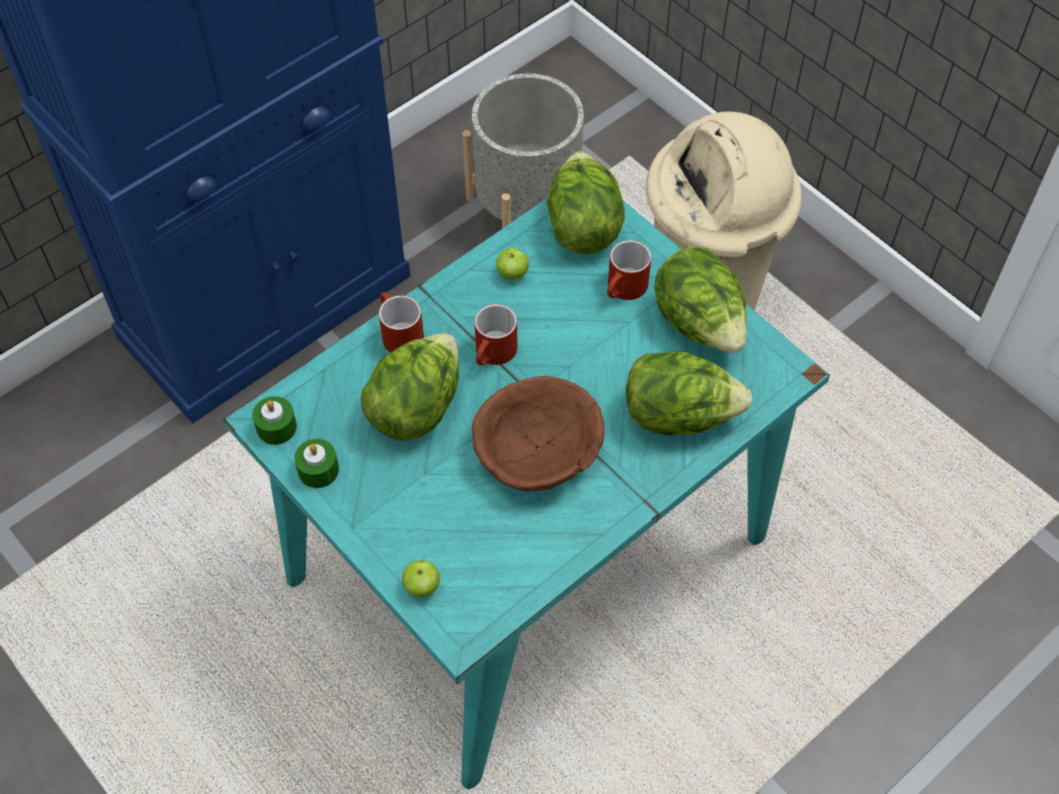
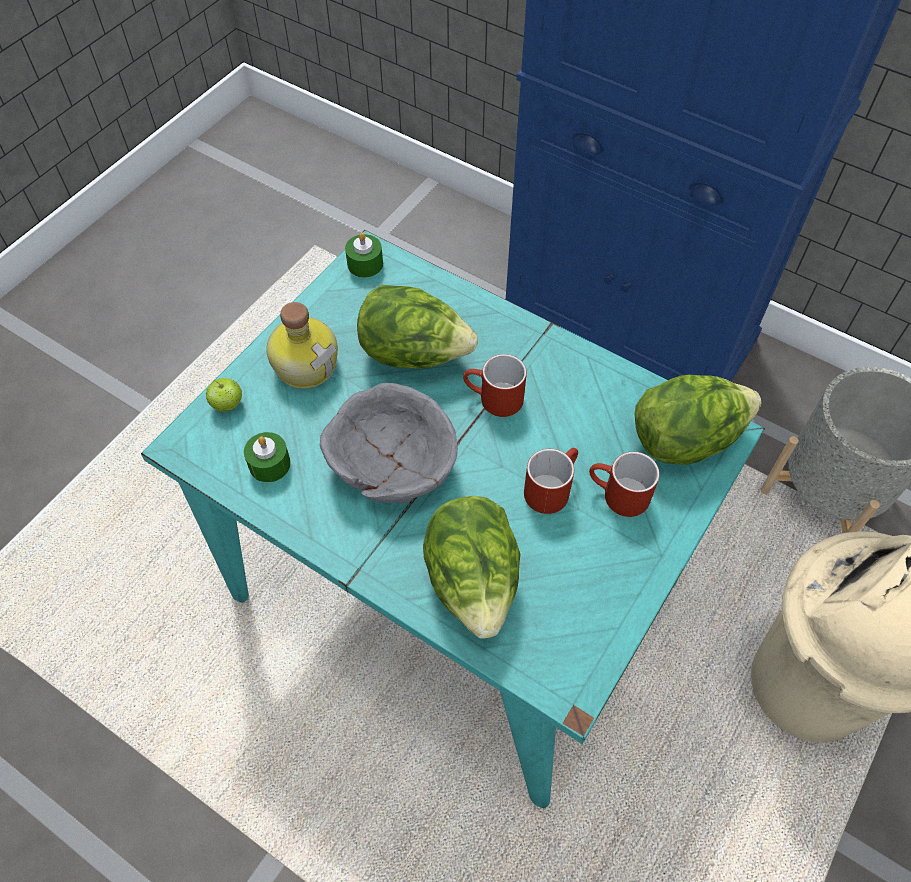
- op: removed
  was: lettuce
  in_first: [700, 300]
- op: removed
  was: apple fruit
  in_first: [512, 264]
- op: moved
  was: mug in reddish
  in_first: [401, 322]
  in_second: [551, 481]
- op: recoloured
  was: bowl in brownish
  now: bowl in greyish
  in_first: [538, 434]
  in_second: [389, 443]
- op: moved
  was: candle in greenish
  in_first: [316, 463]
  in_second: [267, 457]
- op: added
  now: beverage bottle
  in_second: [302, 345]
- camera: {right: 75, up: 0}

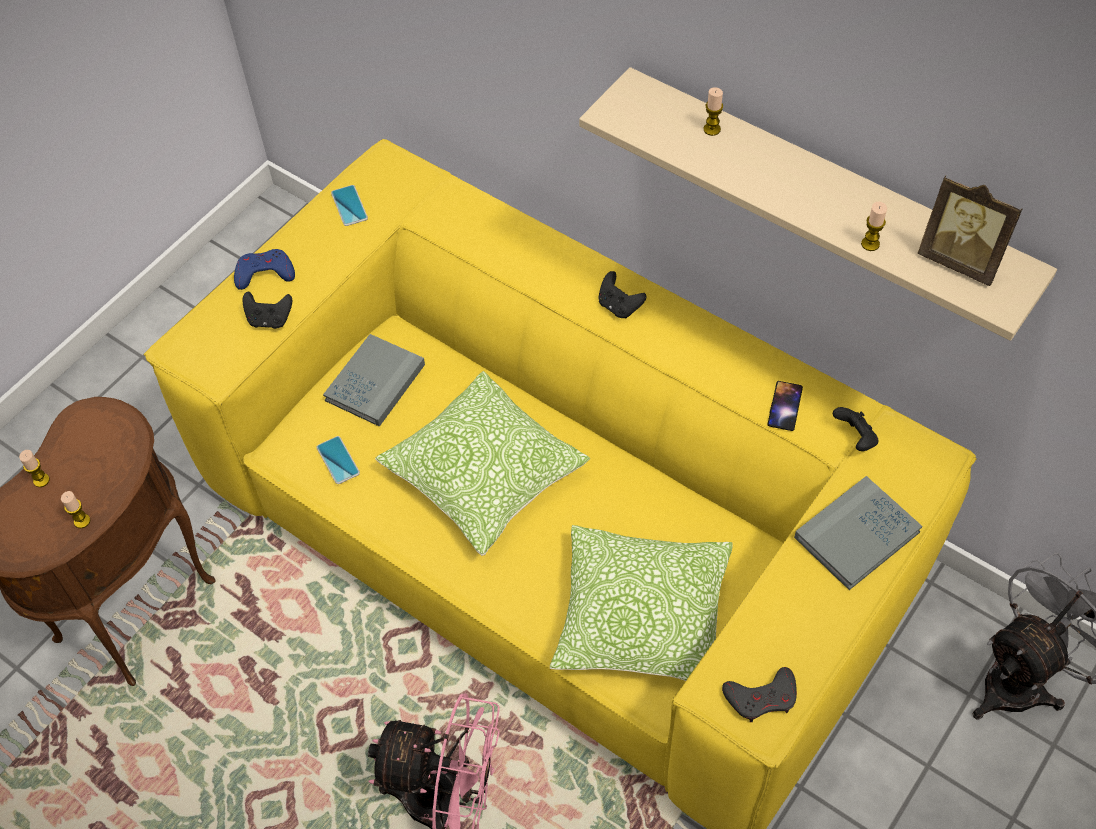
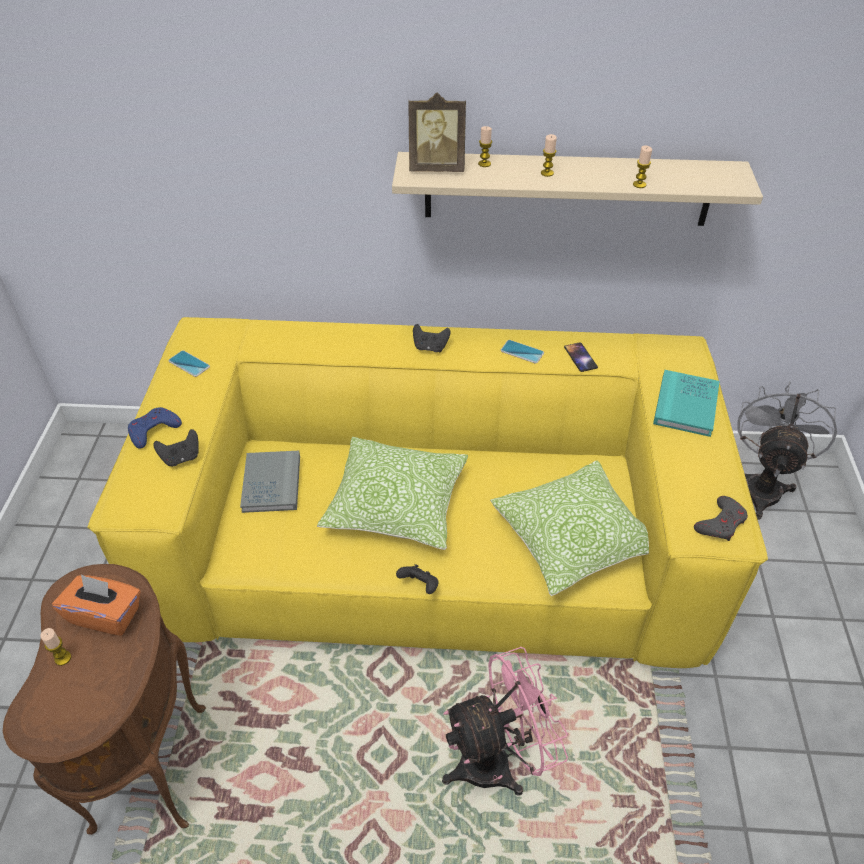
- op: moved
  was: photo frame
  in_first: [970, 231]
  in_second: [437, 132]
- op: moved
  was: joypad in blackish
  in_first: [855, 429]
  in_second: [417, 579]
- op: moved
  was: phone
  in_first: [338, 460]
  in_second: [522, 351]
- op: recoloured
  was: volume in greyish
  now: volume in turquoise
  in_first: [858, 533]
  in_second: [686, 403]
- op: moved
  was: candle
  in_first: [75, 509]
  in_second: [549, 155]
- op: added
  now: box of tissues in orange
  in_second: [96, 605]
- camera: {right: -35, up: -10}

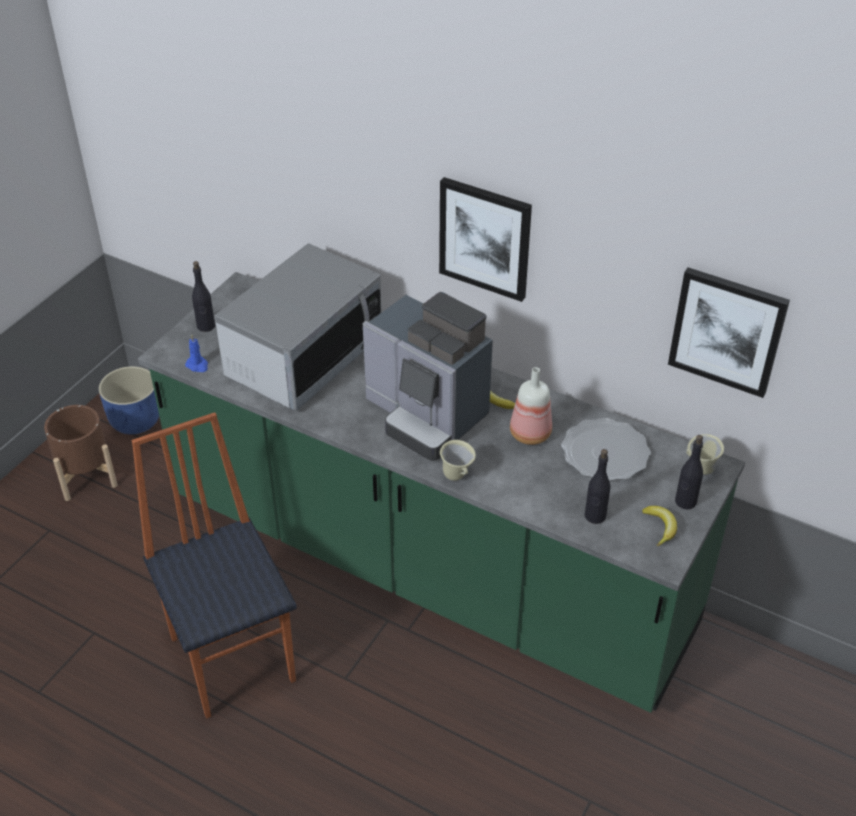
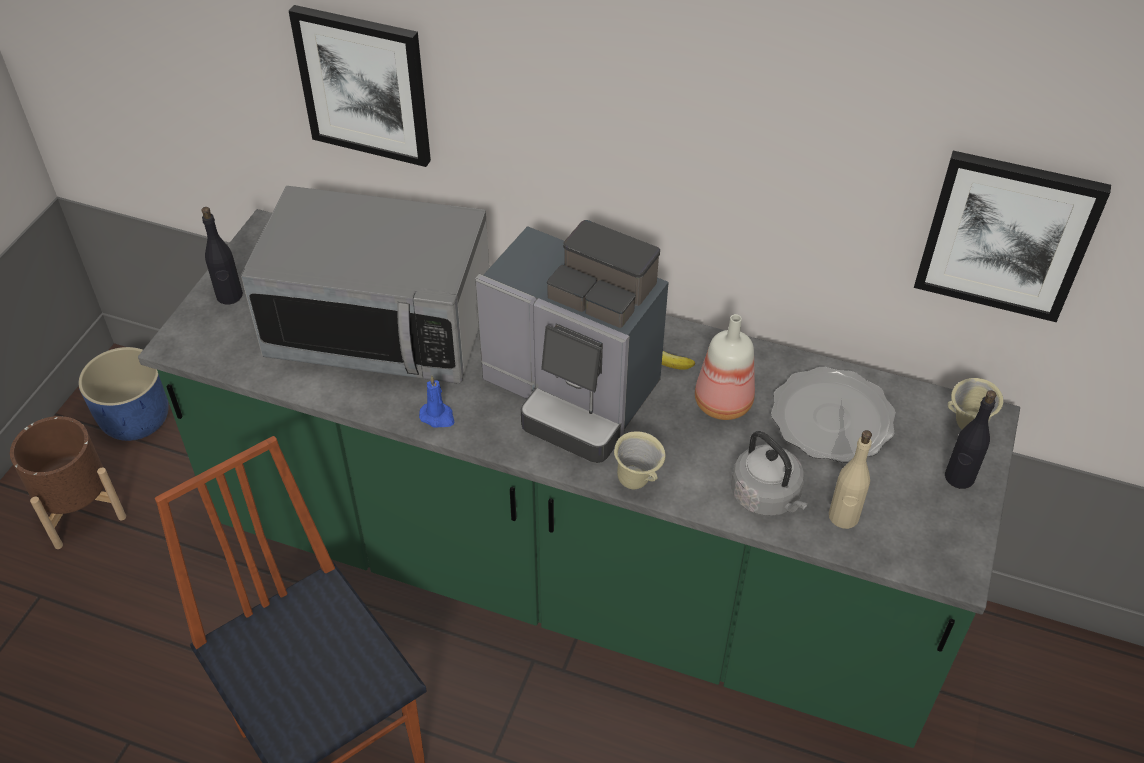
- op: moved
  was: wall art
  in_first: [485, 239]
  in_second: [360, 86]
- op: turned
  was: microwave oven
  in_first: [298, 327]
  in_second: [365, 285]
  clockwise: 75
- op: moved
  was: candle in bluish
  in_first: [196, 353]
  in_second: [436, 402]
- op: recoloured
  was: beverage bottle in blackish
  now: beverage bottle in sand-coloured
  in_first: [598, 486]
  in_second: [850, 479]
- op: removed
  was: whole banana
  in_first: [659, 526]
- op: added
  now: water kettle in greyish
  in_second: [769, 474]
- camera: {right: -10, up: 5}

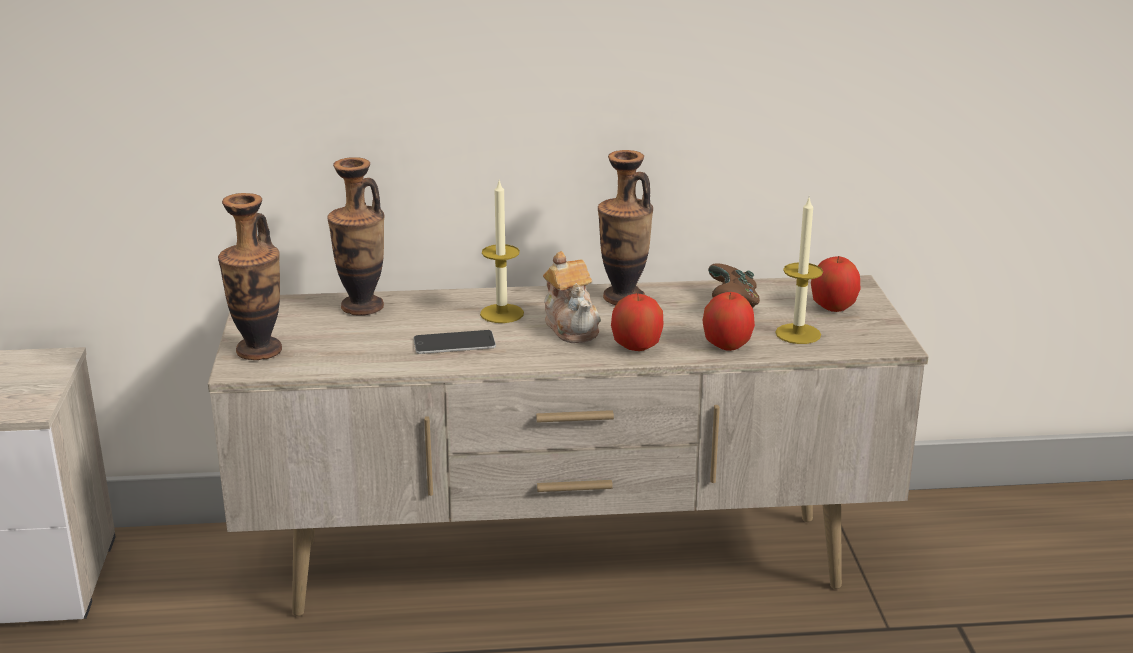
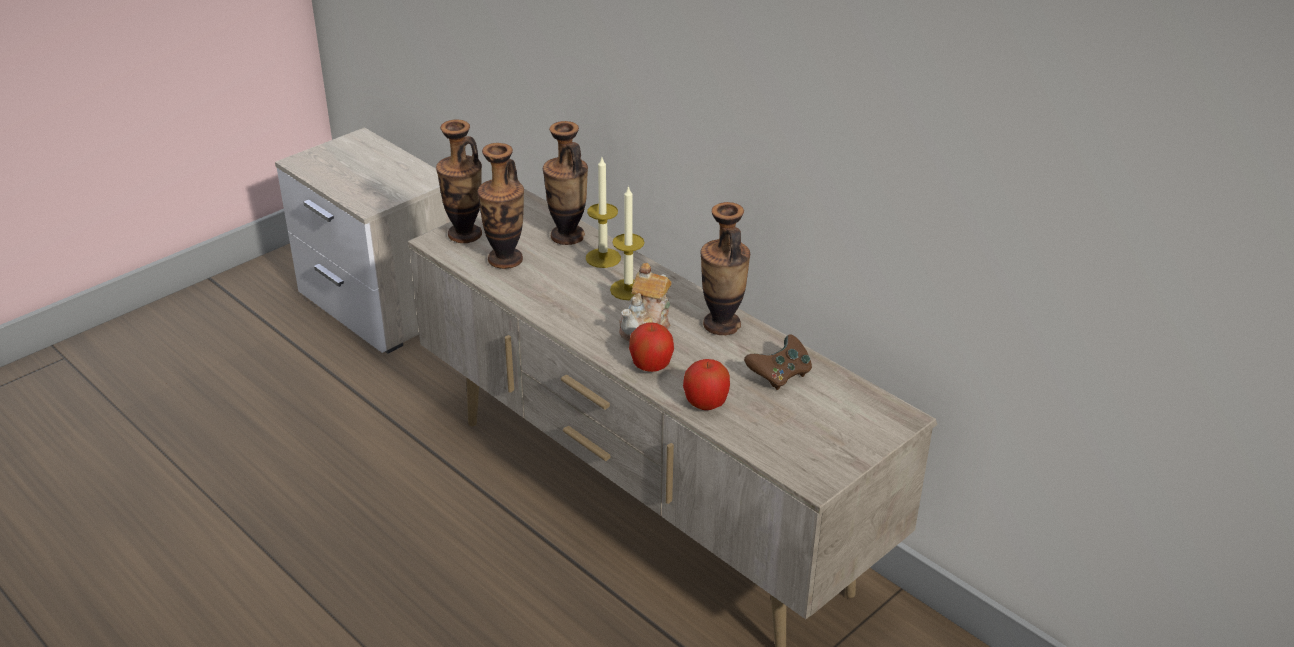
- op: moved
  was: candle
  in_first: [799, 271]
  in_second: [603, 212]
- op: removed
  was: apple fruit
  in_first: [835, 284]
- op: removed
  was: phone
  in_first: [454, 342]
- op: added
  now: decorative vase
  in_second: [500, 206]
- camera: {right: 50, up: 10}

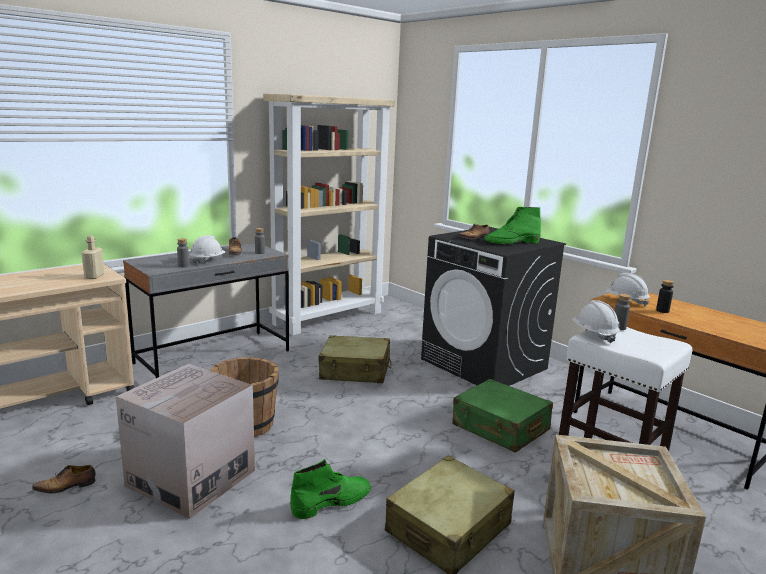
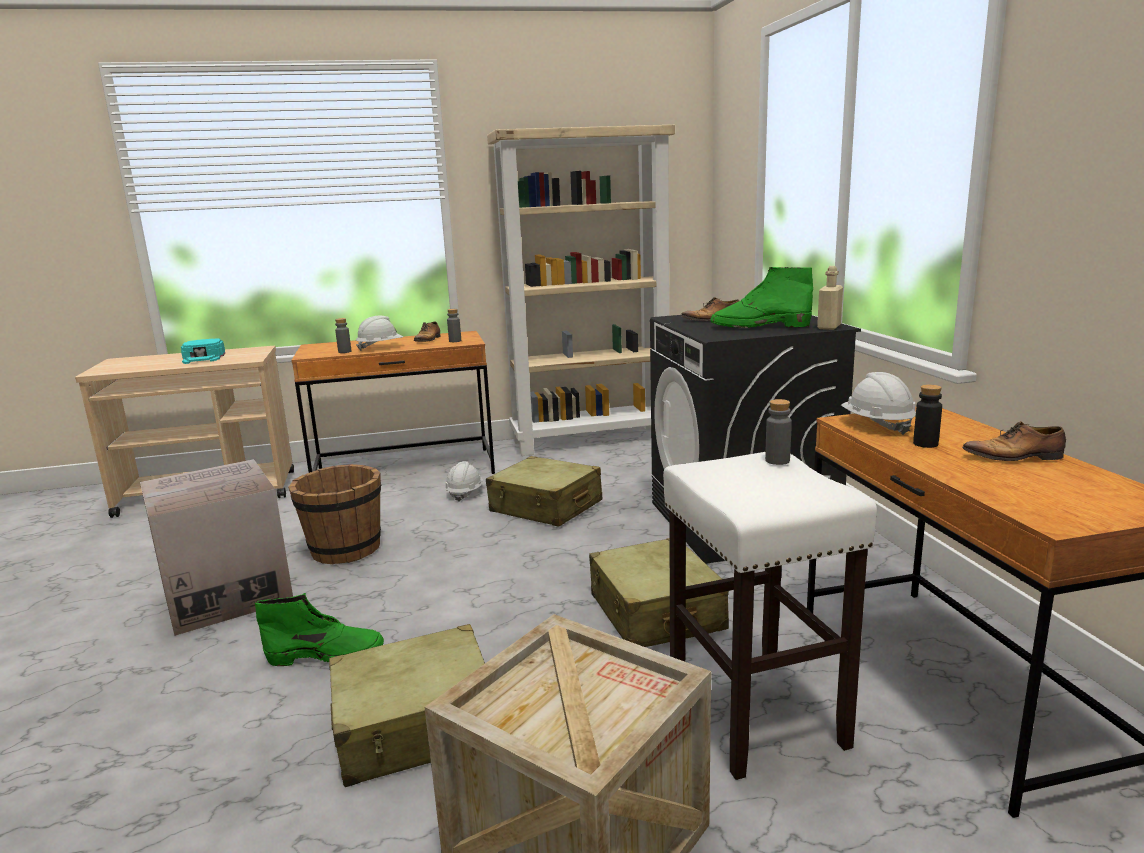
- op: moved
  was: beverage bottle in sand-coloured
  in_first: [92, 257]
  in_second: [830, 298]
- op: recoloured
  was: desk in greyish
  now: desk in brownish
  in_first: [206, 310]
  in_second: [393, 402]
- op: moved
  was: safety helmet in white
  in_first: [595, 321]
  in_second: [464, 481]
- op: recoloured
  was: travel case in greenish
  now: travel case in sand-coloured
  in_first: [503, 416]
  in_second: [659, 592]
- op: moved
  was: item of footwear
  in_first: [64, 479]
  in_second: [1014, 441]
- op: added
  now: peaked cap in turquoise
  in_second: [203, 351]
- camera: {right: 30, up: 0}

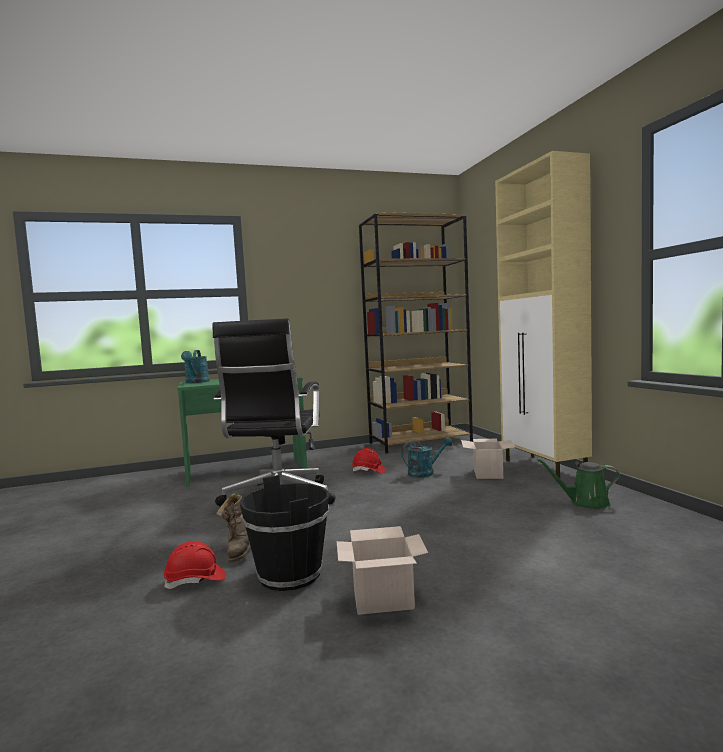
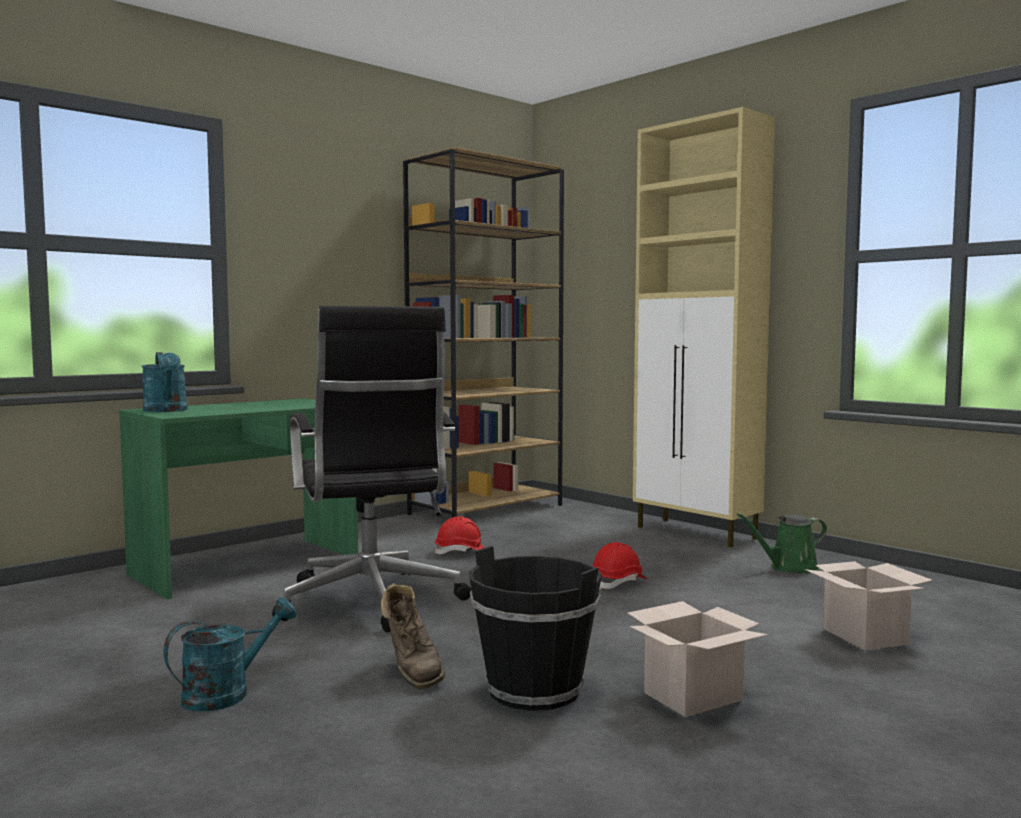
- op: moved
  was: watering can in turquoise
  in_first: [427, 457]
  in_second: [230, 654]
- op: moved
  was: cardboard box
  in_first: [488, 459]
  in_second: [869, 605]
- op: moved
  was: safety helmet in reddish
  in_first: [195, 565]
  in_second: [619, 566]
- camera: {right: -25, up: 0}

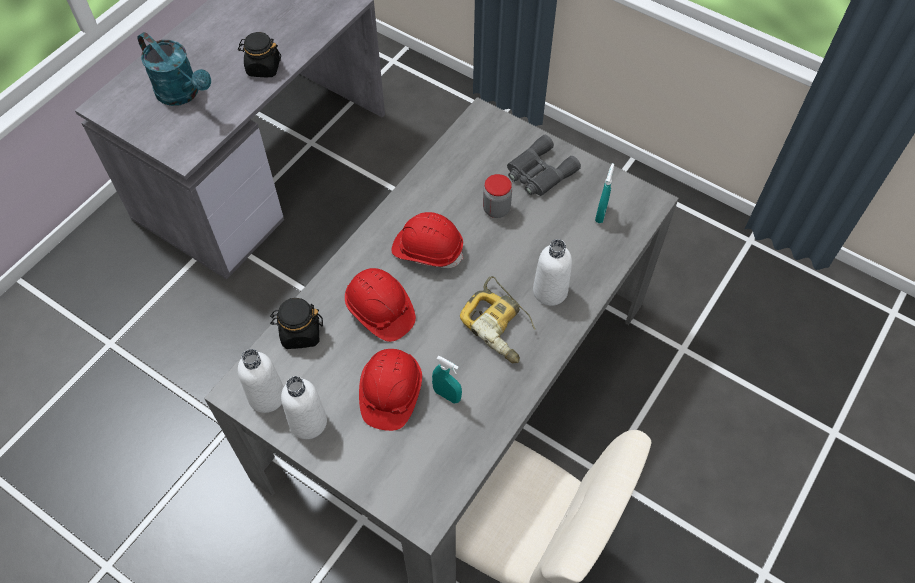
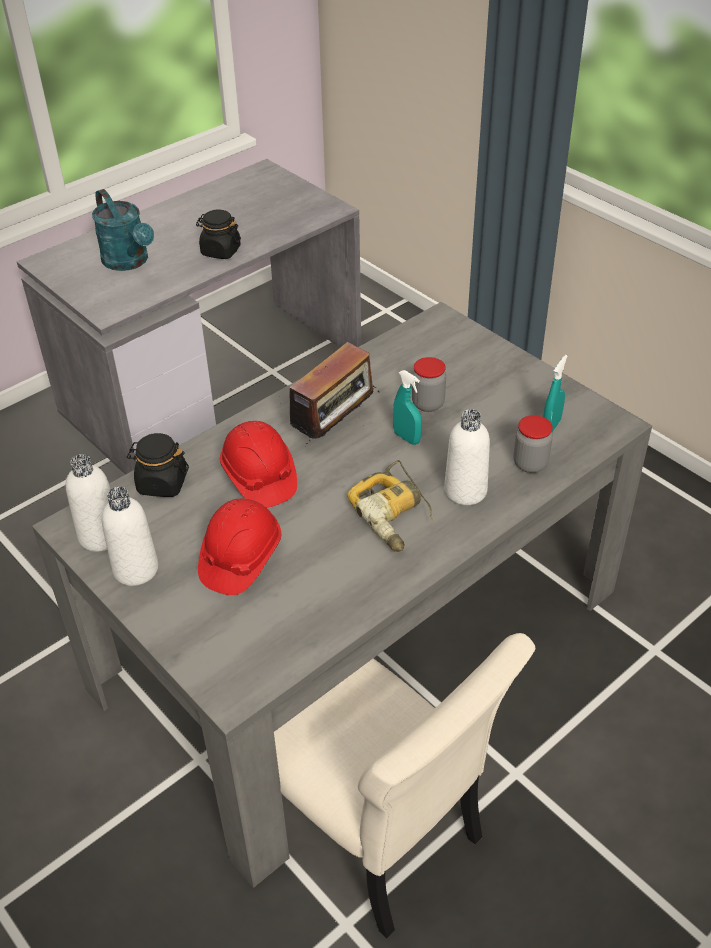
- op: removed
  was: binoculars in greyish
  in_first: [544, 165]
- op: replaced
  was: safety helmet in reddish
  now: radio receiver
  in_first: [427, 240]
  in_second: [329, 394]
- op: moved
  was: hand sprayer in turquoise
  in_first: [447, 380]
  in_second: [407, 407]
- op: added
  now: preserve jar
  in_second: [533, 444]
- camera: {right: 15, up: -15}

